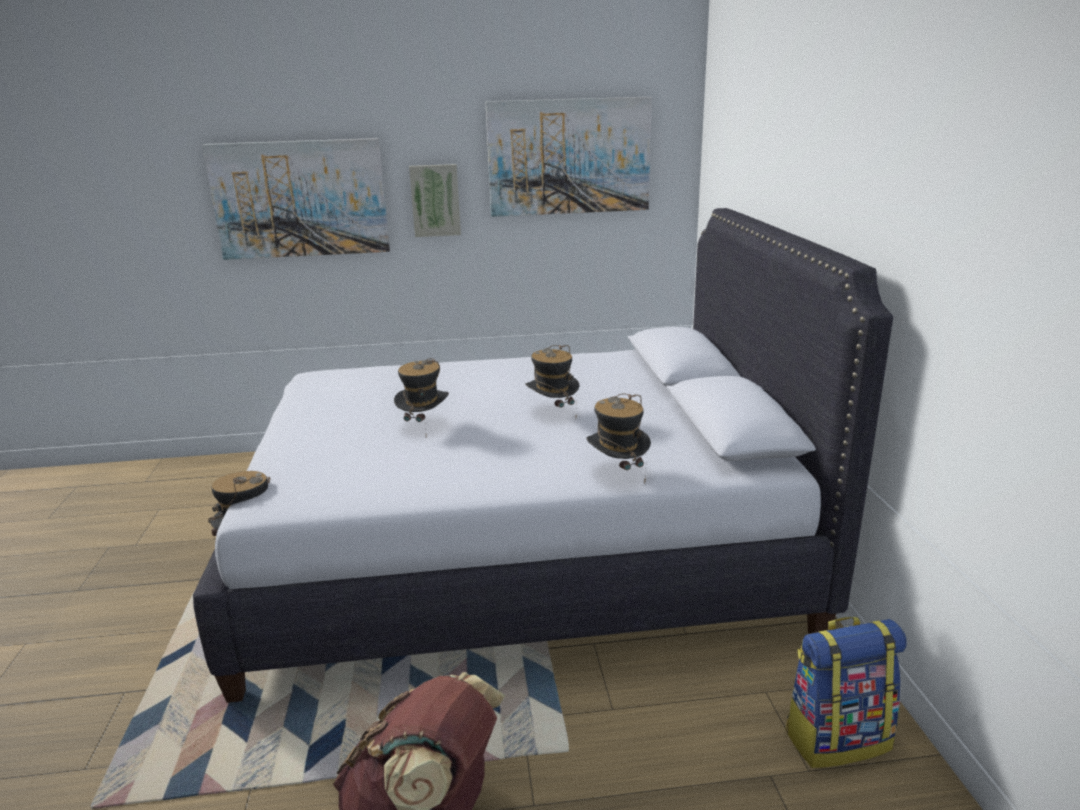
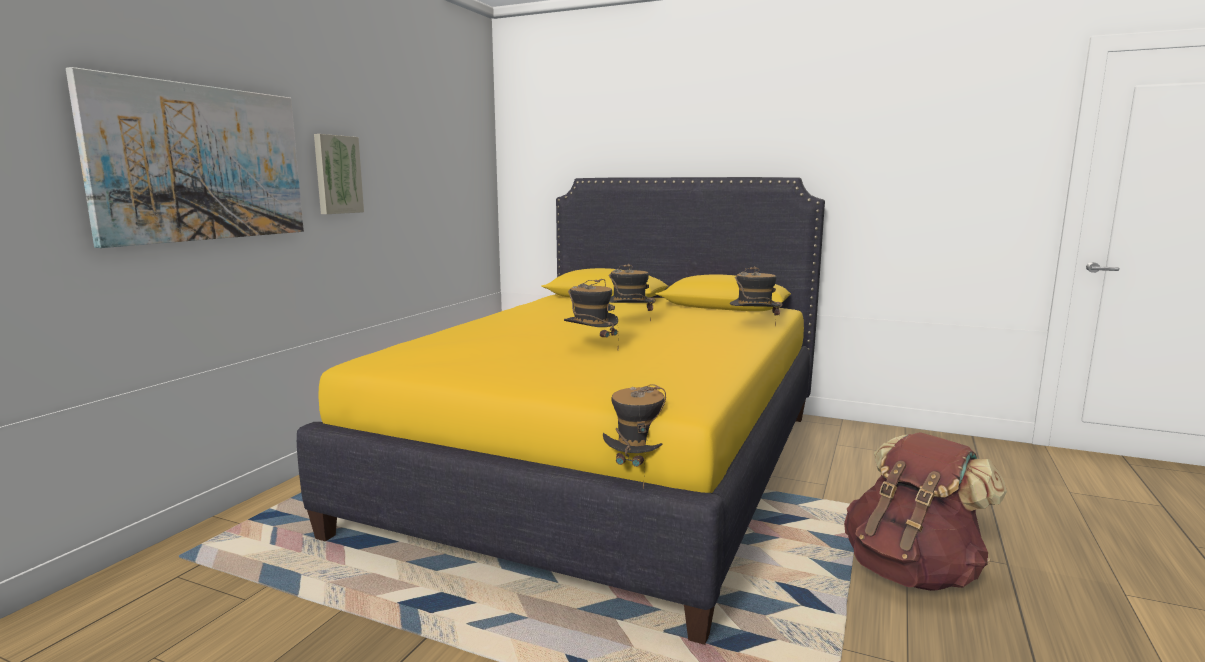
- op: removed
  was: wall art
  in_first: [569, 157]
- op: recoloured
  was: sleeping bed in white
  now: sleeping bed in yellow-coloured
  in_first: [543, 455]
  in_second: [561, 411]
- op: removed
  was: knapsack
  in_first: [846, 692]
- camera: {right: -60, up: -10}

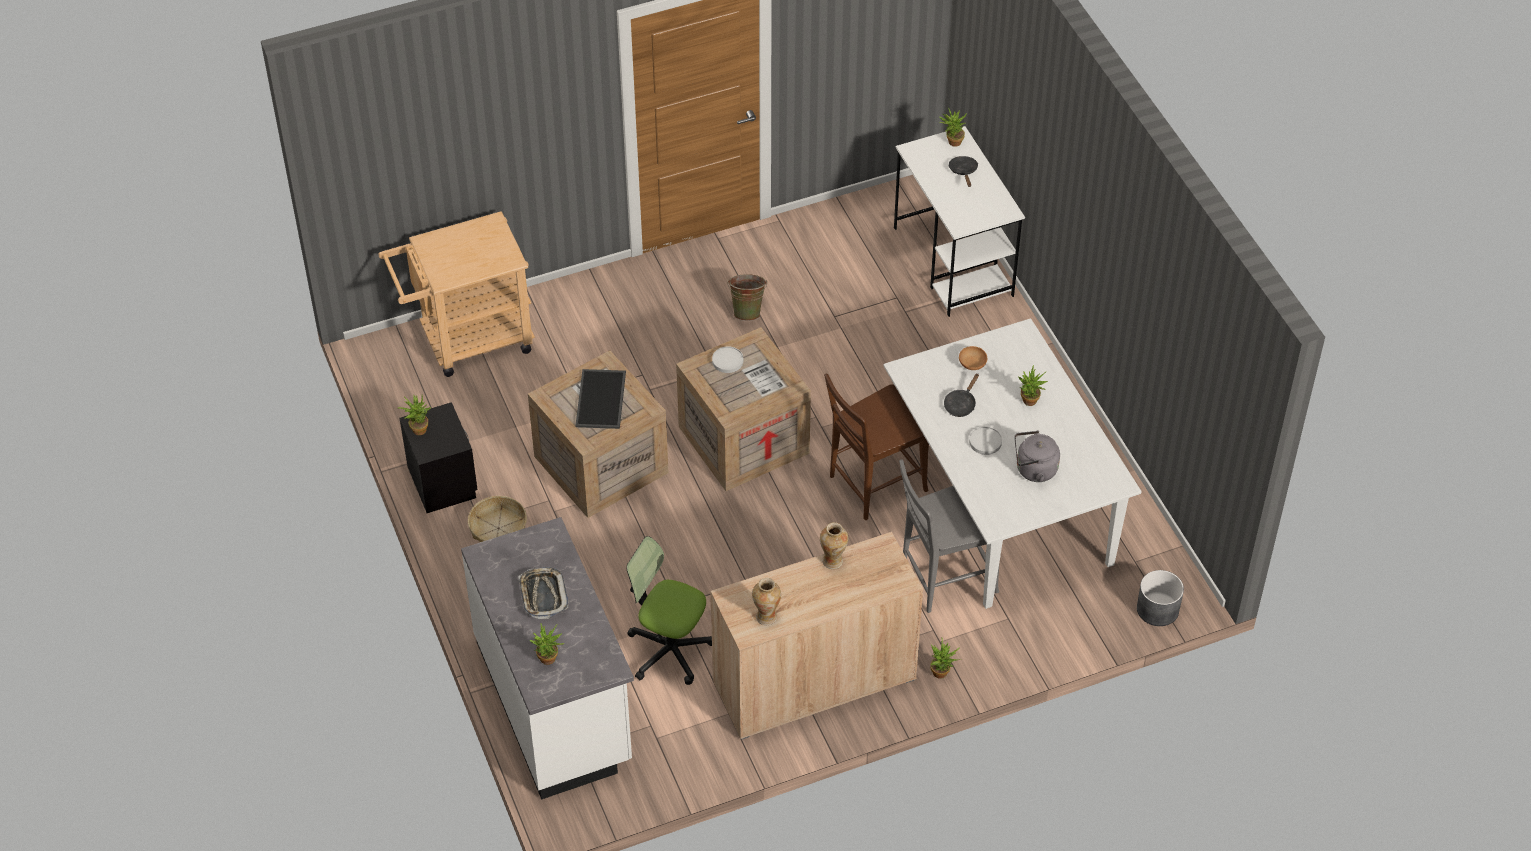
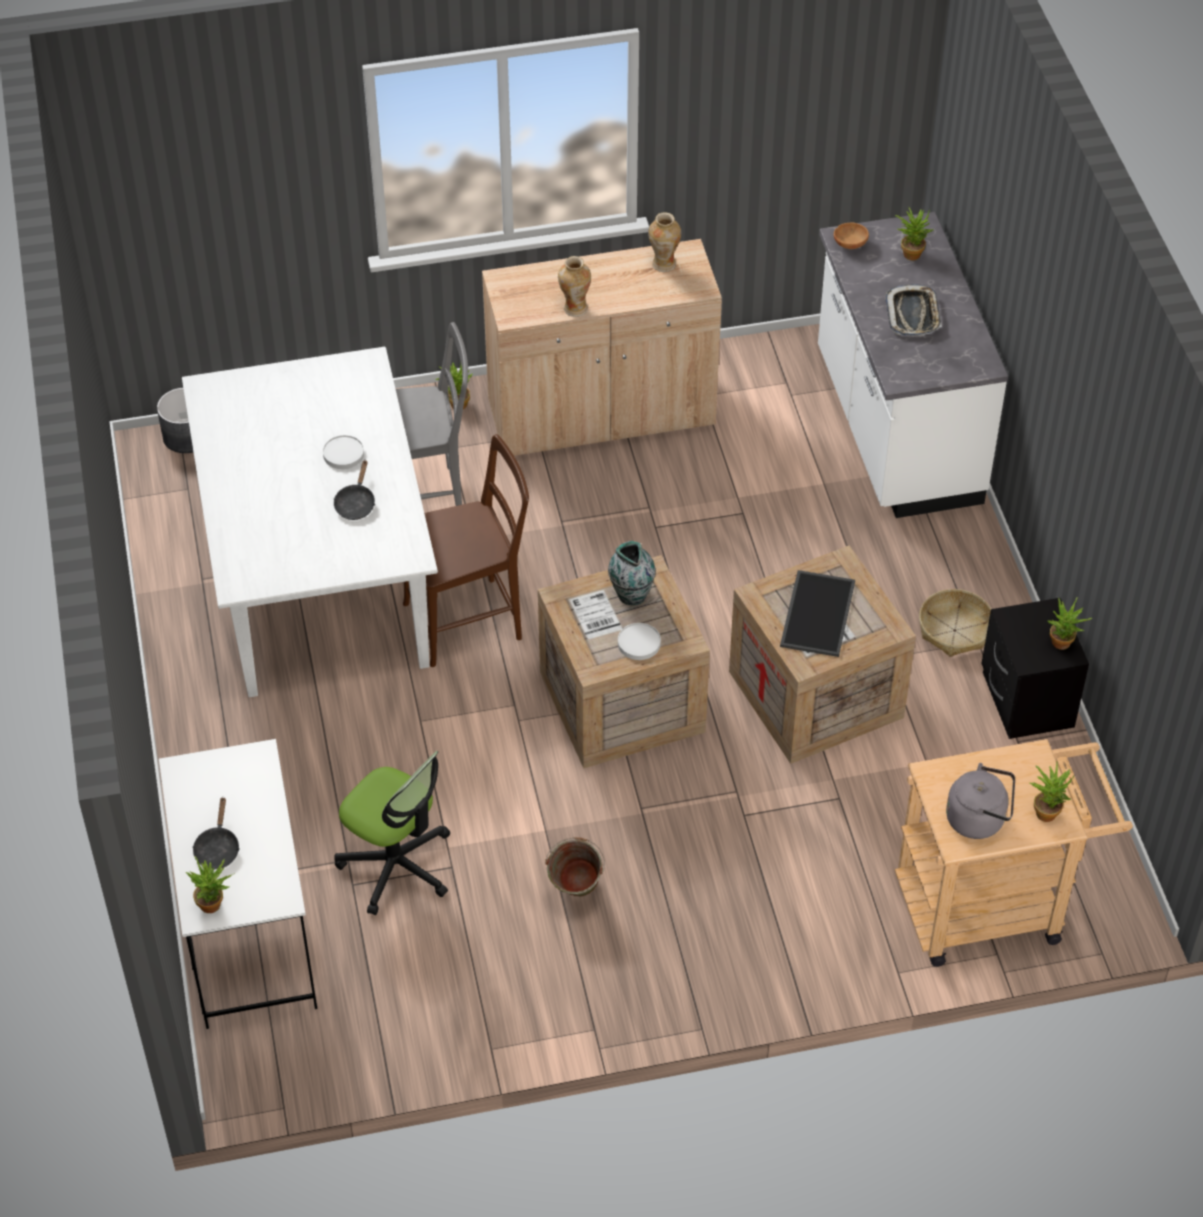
- op: moved
  was: bowl in brownish
  in_first: [973, 358]
  in_second: [851, 236]
- op: moved
  was: potted plant
  in_first: [1033, 385]
  in_second: [1052, 792]
- op: turned
  was: frying pan in blackish
  in_first: [961, 395]
  in_second: [354, 490]
  clockwise: 150
- op: moved
  was: water kettle in greyish
  in_first: [1037, 456]
  in_second: [980, 801]
- op: moved
  was: desk chair
  in_first: [669, 610]
  in_second: [392, 833]
- op: added
  now: decorative vase
  in_second: [632, 573]
- camera: {right: -170, up: 0}

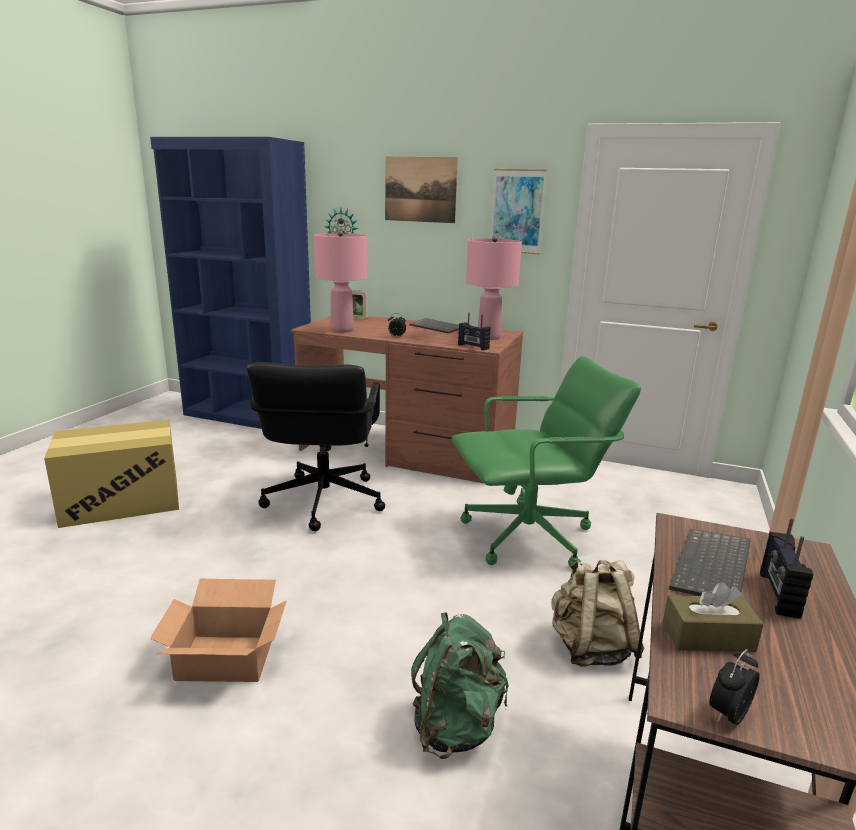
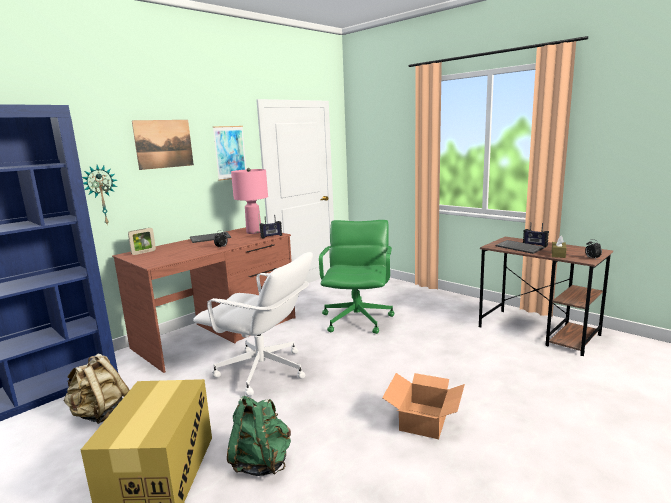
- op: removed
  was: lamp for a table in pink-coloured
  in_first: [340, 282]
- op: recoloured
  was: desk chair in blackish
  now: desk chair in white
  in_first: [316, 446]
  in_second: [253, 324]
- op: moved
  was: knapsack in sand-coloured
  in_first: [598, 613]
  in_second: [97, 389]
- op: moved
  was: knapsack in greenish
  in_first: [460, 685]
  in_second: [259, 436]
- camera: {right: -65, up: -5}

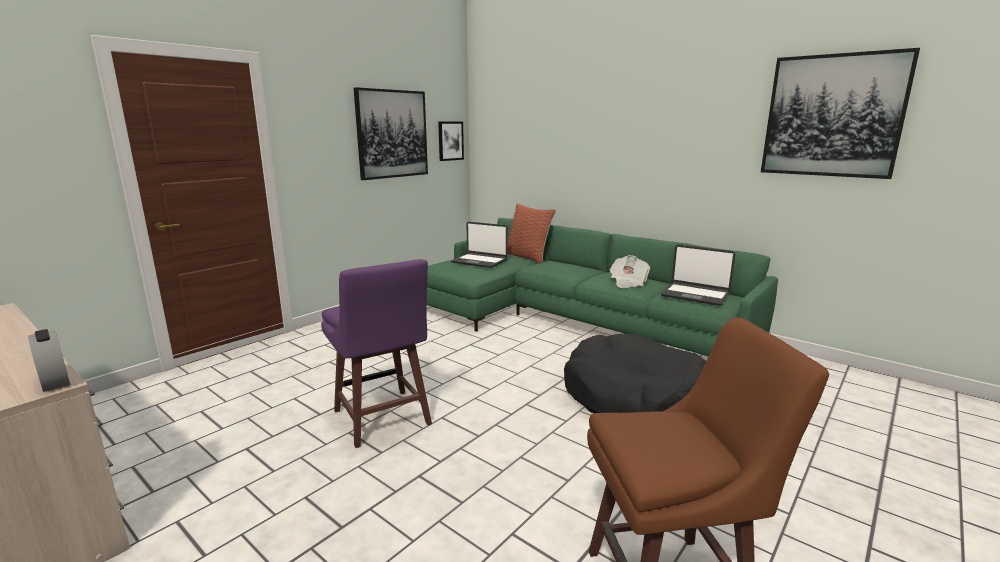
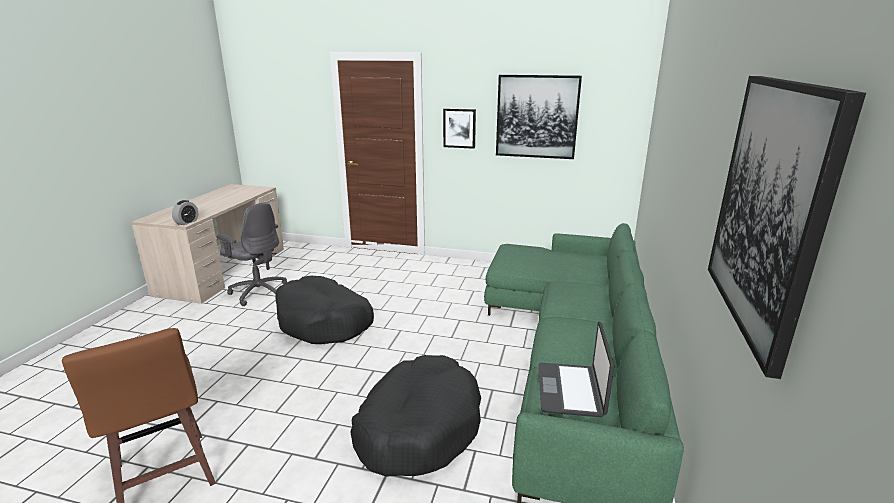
- op: moved
  was: wall art
  in_first: [451, 141]
  in_second: [459, 128]
- op: removed
  was: pillow
  in_first: [531, 233]
- op: removed
  was: notebook computer
  in_first: [479, 245]
- op: removed
  was: newspaper
  in_first: [630, 271]
- op: replaced
  was: sitting stool in purple
  now: pet bed in blackish
  in_first: [376, 353]
  in_second: [324, 310]
- op: added
  now: desk chair in greyish
  in_second: [251, 254]
- camera: {right: 65, up: 5}

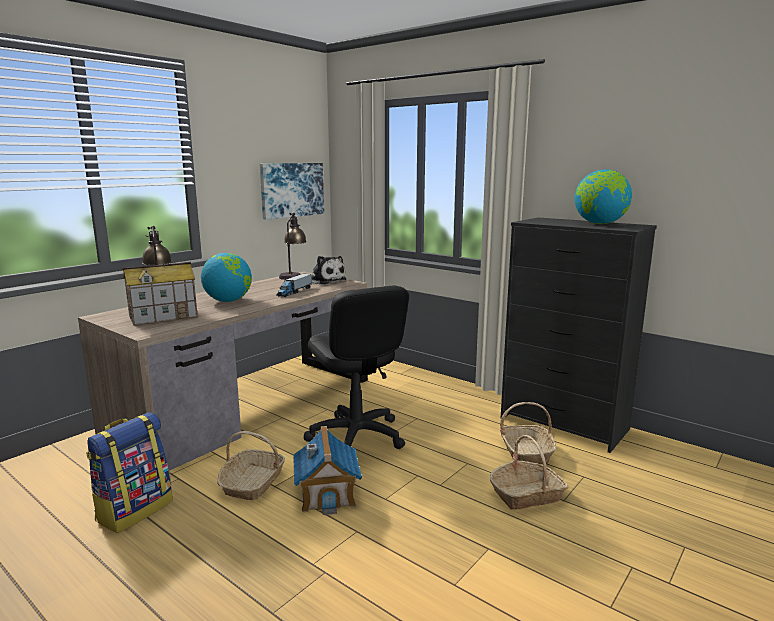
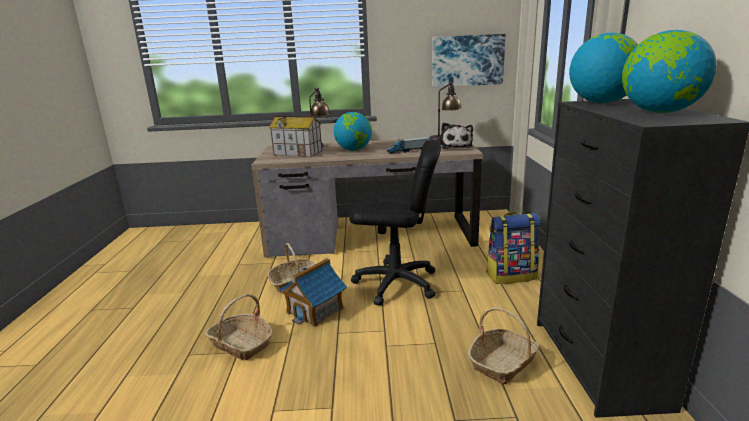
- op: turned
  was: desk chair in blackish
  in_first: [356, 367]
  in_second: [395, 223]
  clockwise: -105
- op: moved
  was: knapsack
  in_first: [129, 472]
  in_second: [513, 248]
- op: moved
  was: storage basket
  in_first: [528, 472]
  in_second: [239, 327]
- op: added
  now: world globe
  in_second: [603, 68]
- camera: {right: 50, up: 5}

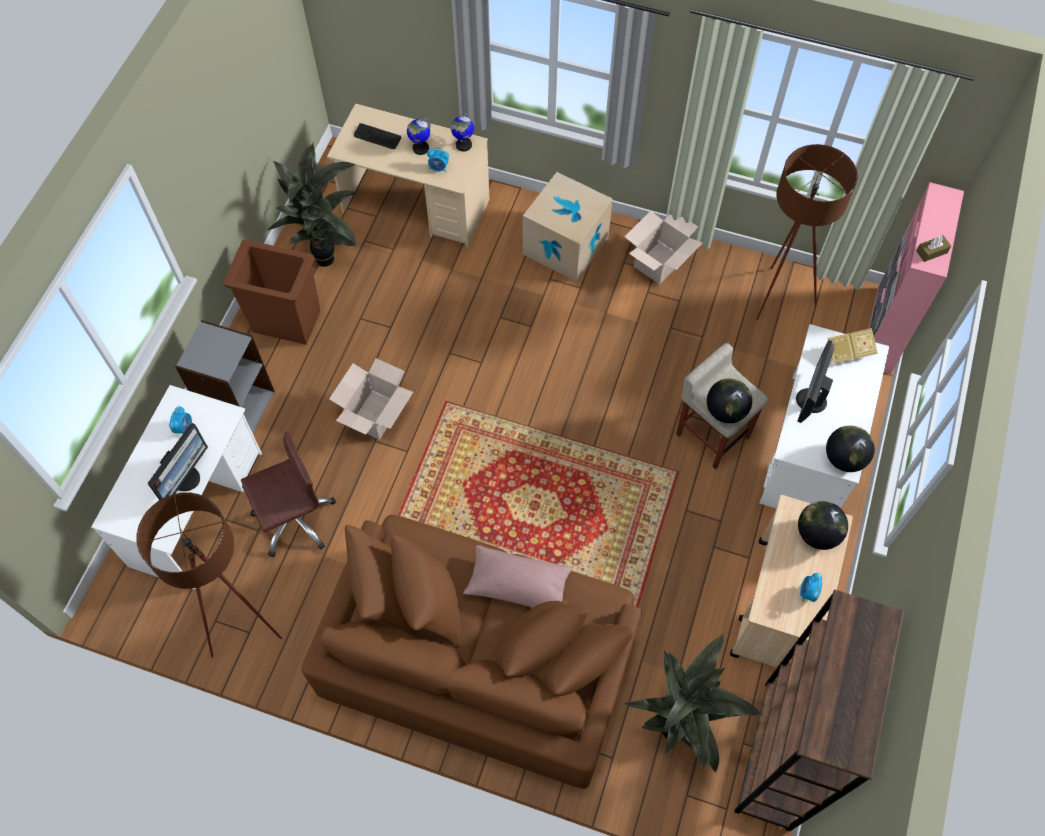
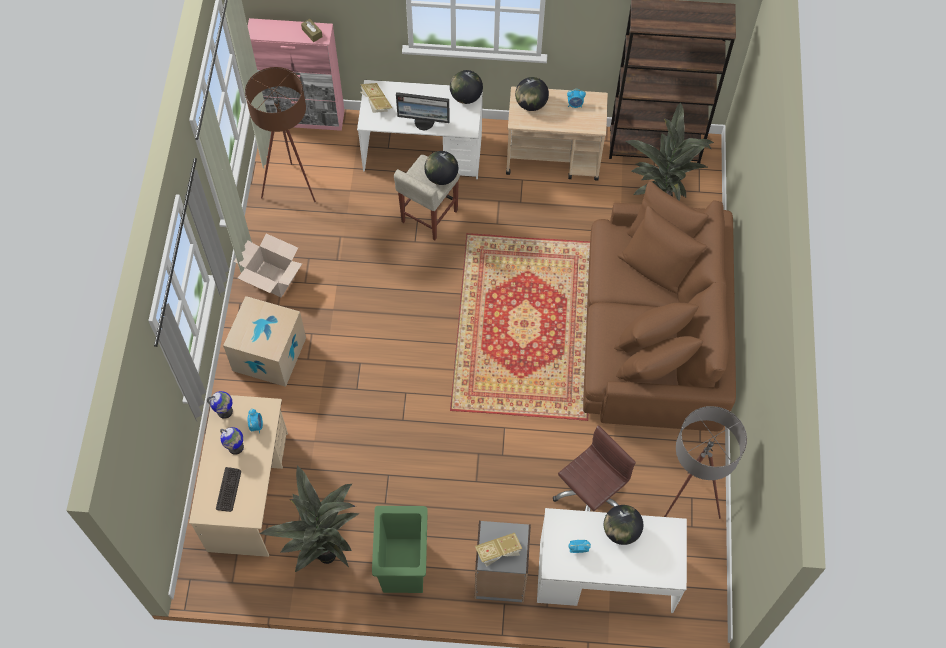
- op: recoloured
  was: rubbish bin in brownish
  now: rubbish bin in greenish
  in_first: [271, 292]
  in_second: [400, 549]
- op: removed
  was: cardboard box
  in_first: [371, 399]
- op: replaced
  was: computer screen
  now: world globe
  in_first: [178, 461]
  in_second: [623, 525]
- op: turned
  was: desk chair in brownish
  in_first: [288, 494]
  in_second: [594, 468]
  clockwise: 90
- op: recoloured
  was: standard lamp in brownish
  now: standard lamp in greyish
  in_first: [209, 575]
  in_second: [705, 462]
- op: removed
  was: pillow in pink-coloured
  in_first: [517, 576]
- op: added
  now: volume
  in_second: [498, 550]
- camera: {right: -105, up: 0}

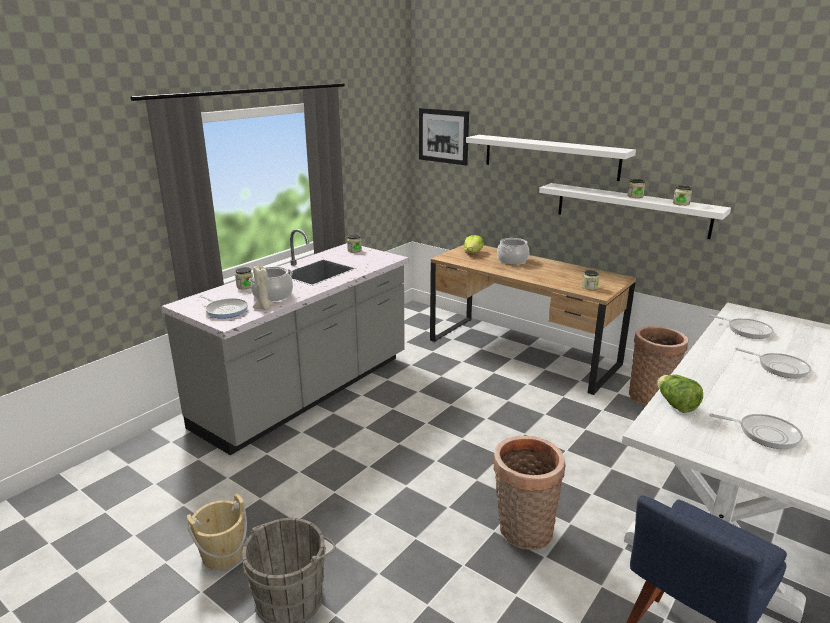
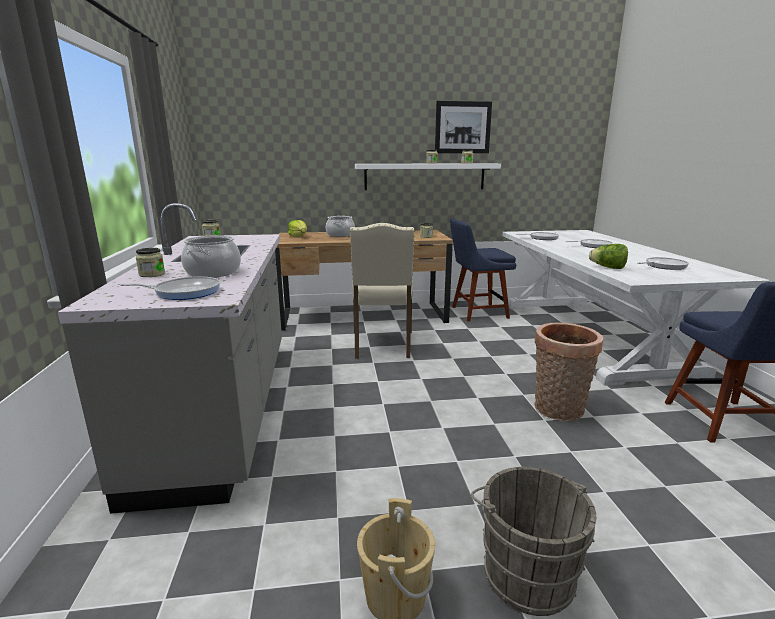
- op: moved
  was: wall art
  in_first: [444, 136]
  in_second: [463, 127]
- op: removed
  was: shelf in white
  in_first: [551, 158]
- op: removed
  was: candle in sand-coloured
  in_first: [264, 288]
- op: replaced
  was: storage basket
  now: chair in bluish
  in_first: [658, 365]
  in_second: [483, 269]
- op: added
  now: chair in sand-coloured
  in_second: [382, 290]
- camera: {right: -45, up: -5}

